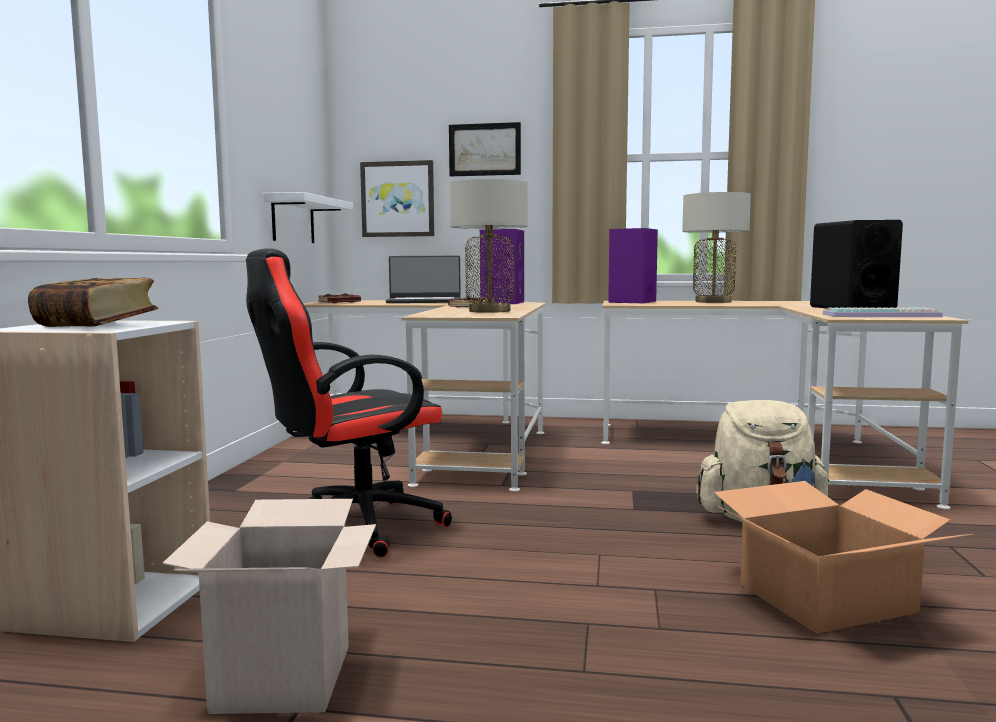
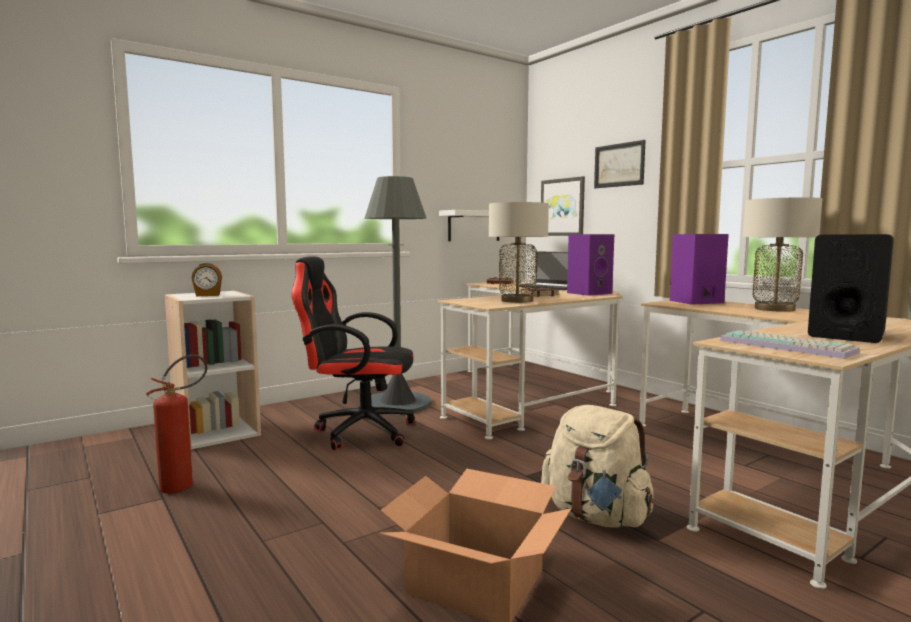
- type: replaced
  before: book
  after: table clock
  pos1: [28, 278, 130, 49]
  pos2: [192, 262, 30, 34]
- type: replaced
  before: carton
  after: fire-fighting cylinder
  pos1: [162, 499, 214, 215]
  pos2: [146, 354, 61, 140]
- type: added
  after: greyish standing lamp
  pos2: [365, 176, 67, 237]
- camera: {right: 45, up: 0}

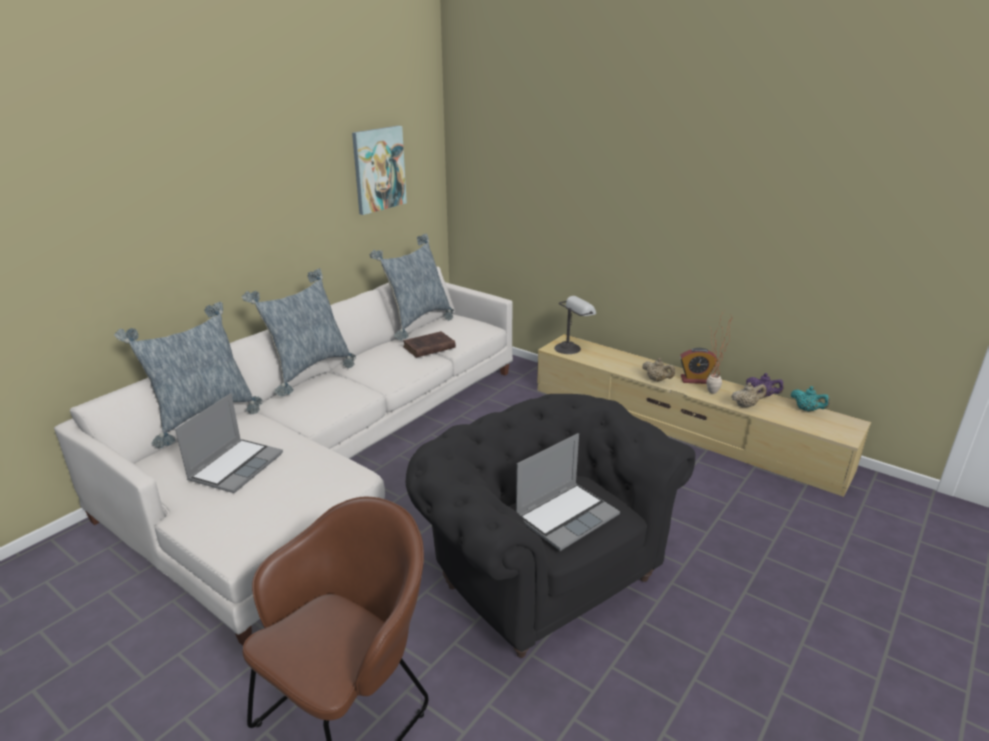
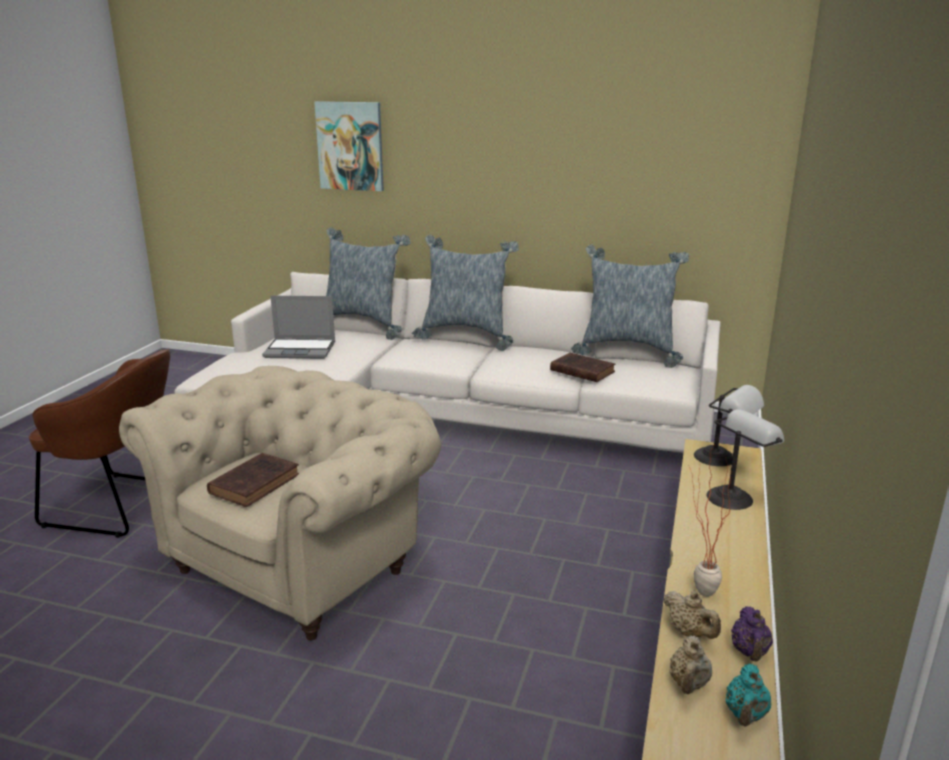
- type: moved
  before: wall art
  pos1: [352, 126, 55, 89]
  pos2: [314, 101, 70, 90]
- type: removed
  before: table clock
  pos1: [680, 348, 38, 36]
- type: moved
  before: beige tea pot
  pos1: [642, 358, 33, 23]
  pos2: [669, 635, 43, 59]
- type: recoloured
  before: black easy chair
  after: beige easy chair
  pos1: [406, 394, 289, 264]
  pos2: [119, 366, 322, 274]
- type: replaced
  before: portable computer
  after: brownish book
  pos1: [516, 433, 104, 118]
  pos2: [207, 453, 92, 54]
- type: added
  after: tabletop lamp
  pos2: [707, 409, 77, 101]
- camera: {right: 70, up: -5}

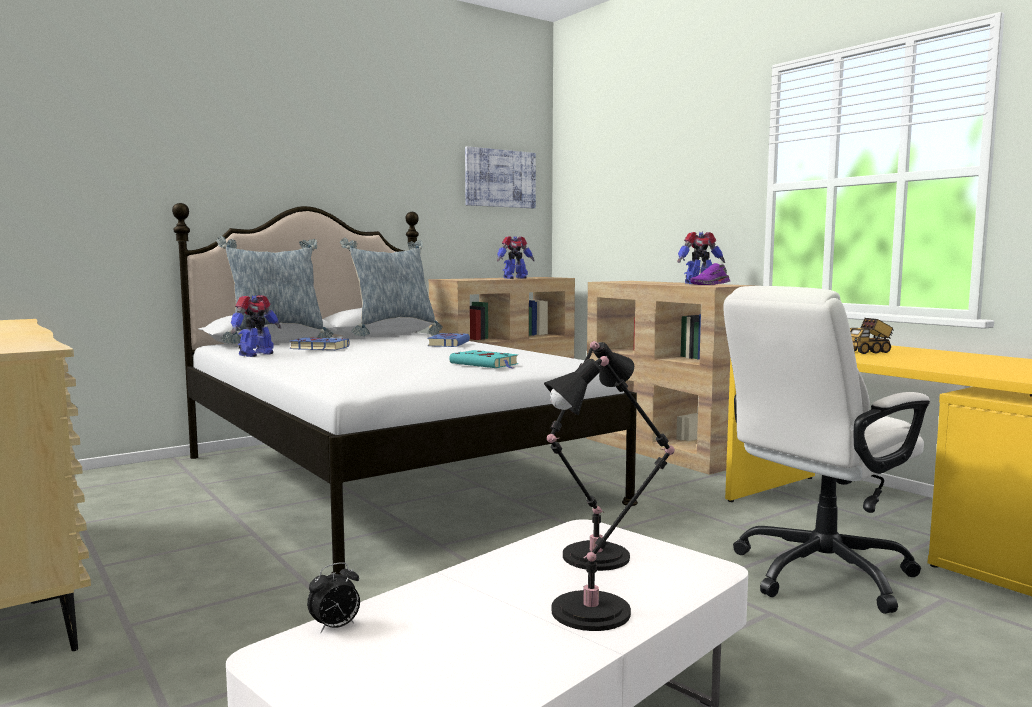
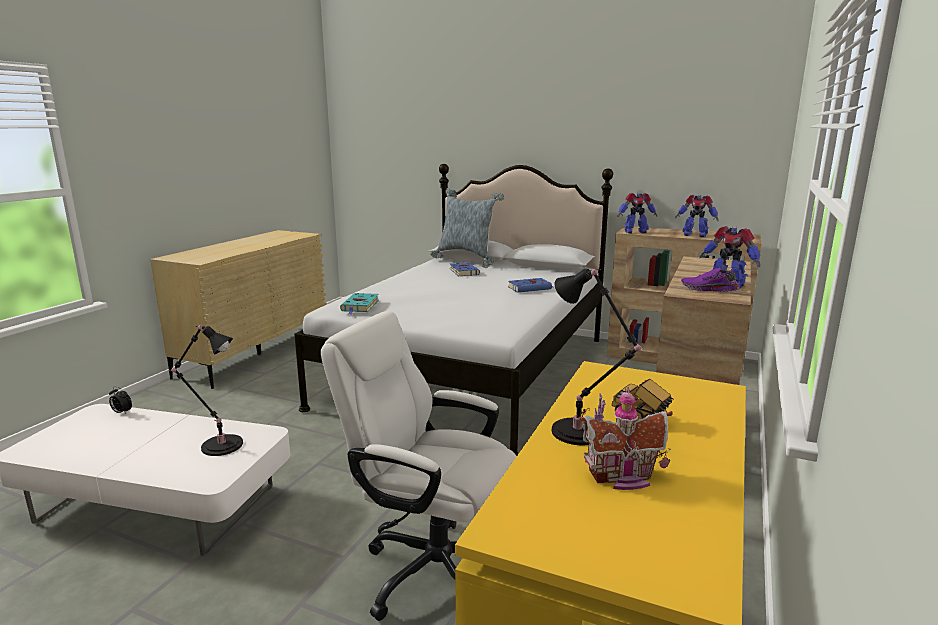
- type: removed
  before: wall art
  pos1: [465, 146, 71, 62]
- type: removed
  before: throw pillow
  pos1: [340, 238, 103, 98]
- type: moved
  before: robot figure
  pos1: [231, 295, 50, 62]
  pos2: [617, 193, 40, 40]
- type: moved
  before: turquoise book
  pos1: [449, 350, 69, 18]
  pos2: [340, 293, 39, 22]
- type: moved
  before: black tabletop lamp
  pos1: [544, 356, 131, 275]
  pos2: [552, 269, 92, 176]
- type: added
  after: toy house
  pos2: [578, 387, 95, 103]
- camera: {right: 60, up: 10}

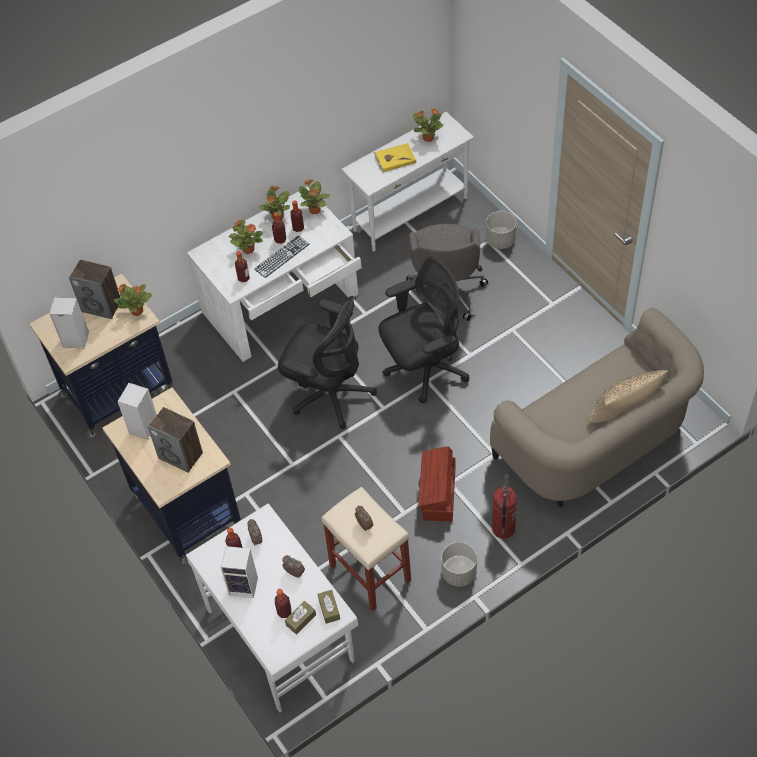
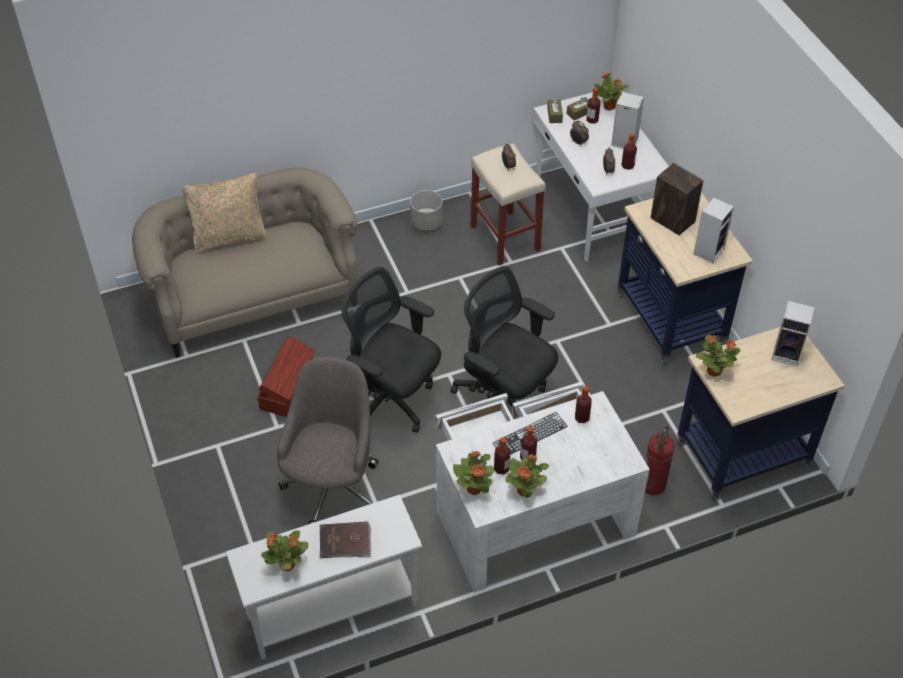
- type: recoloured
  before: yellow-coloured book
  after: brownish book
  pos1: [374, 143, 42, 29]
  pos2: [320, 521, 51, 37]
- type: removed
  before: greyish planter
  pos1: [486, 211, 30, 38]
- type: moved
  before: potted plant
  pos1: [229, 219, 34, 35]
  pos2: [594, 73, 34, 38]
- type: turned
  before: black computer chair
  pos1: [378, 256, 91, 147]
  pos2: [342, 267, 99, 166]
  turn: 45
- type: removed
  before: speaker
  pos1: [69, 260, 52, 59]
- type: moved
  before: brownish storage bin
  pos1: [418, 446, 38, 76]
  pos2: [258, 336, 57, 81]
- type: moved
  before: fire-fighting cylinder
  pos1: [492, 474, 25, 65]
  pos2: [645, 426, 30, 69]
- camera: {right: -170, up: -5}

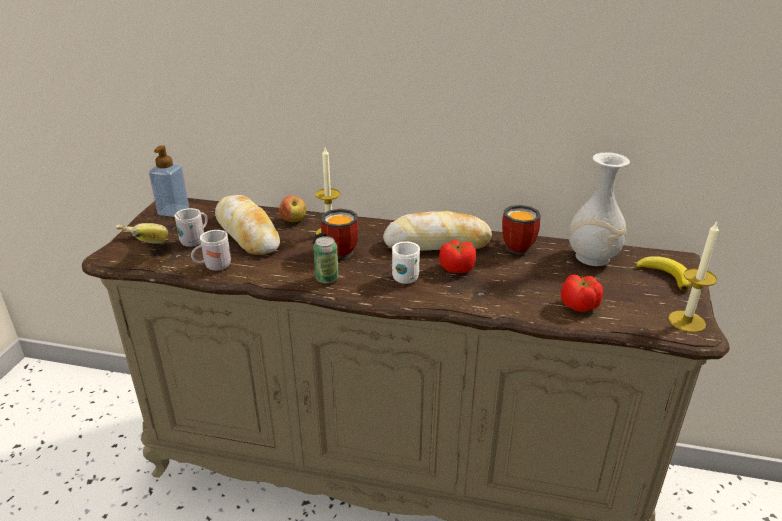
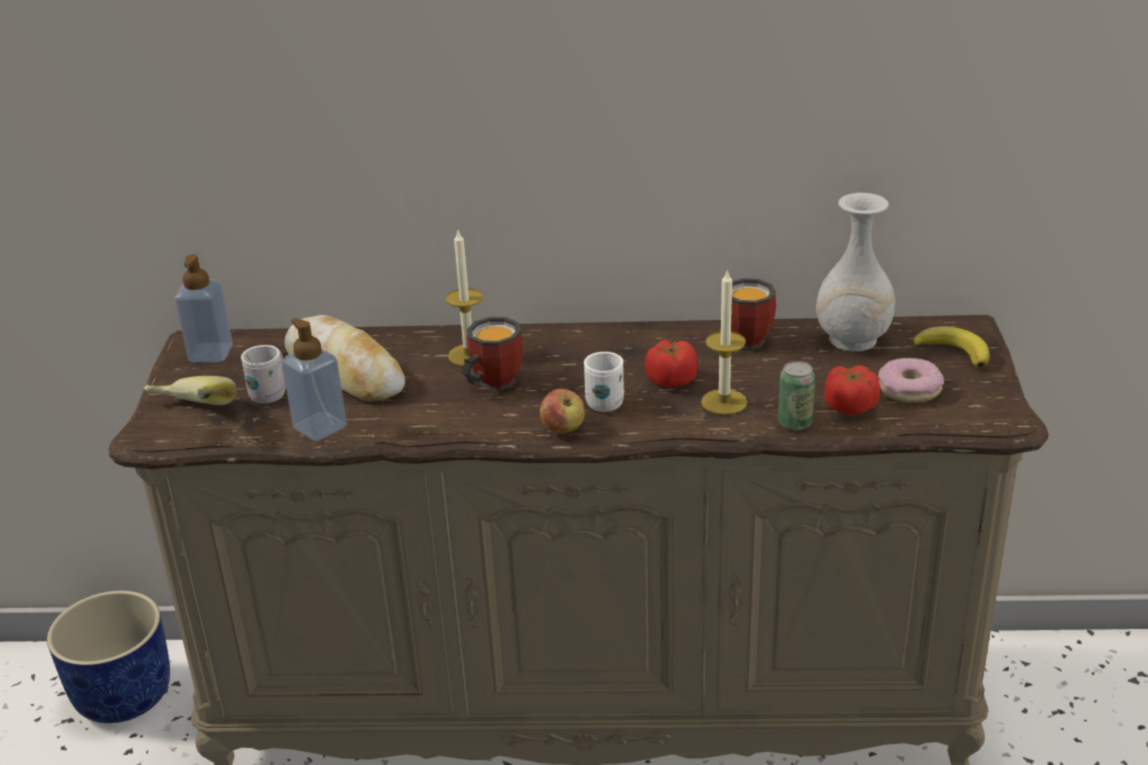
- type: moved
  before: apple
  pos1: [279, 196, 27, 26]
  pos2: [540, 389, 45, 45]
- type: removed
  before: baked bread
  pos1: [383, 211, 109, 40]
- type: moved
  before: candle
  pos1: [668, 222, 51, 111]
  pos2: [701, 269, 46, 146]
- type: replaced
  before: whitish coffee mug
  after: soap bottle
  pos1: [191, 224, 40, 47]
  pos2: [282, 318, 65, 123]
- type: moved
  before: metal can
  pos1: [313, 236, 26, 48]
  pos2: [778, 361, 37, 69]
- type: added
  after: ring doughnut
  pos2: [878, 358, 66, 45]
- type: added
  after: blue planter
  pos2: [47, 591, 123, 132]
- camera: {right: -10, up: 0}

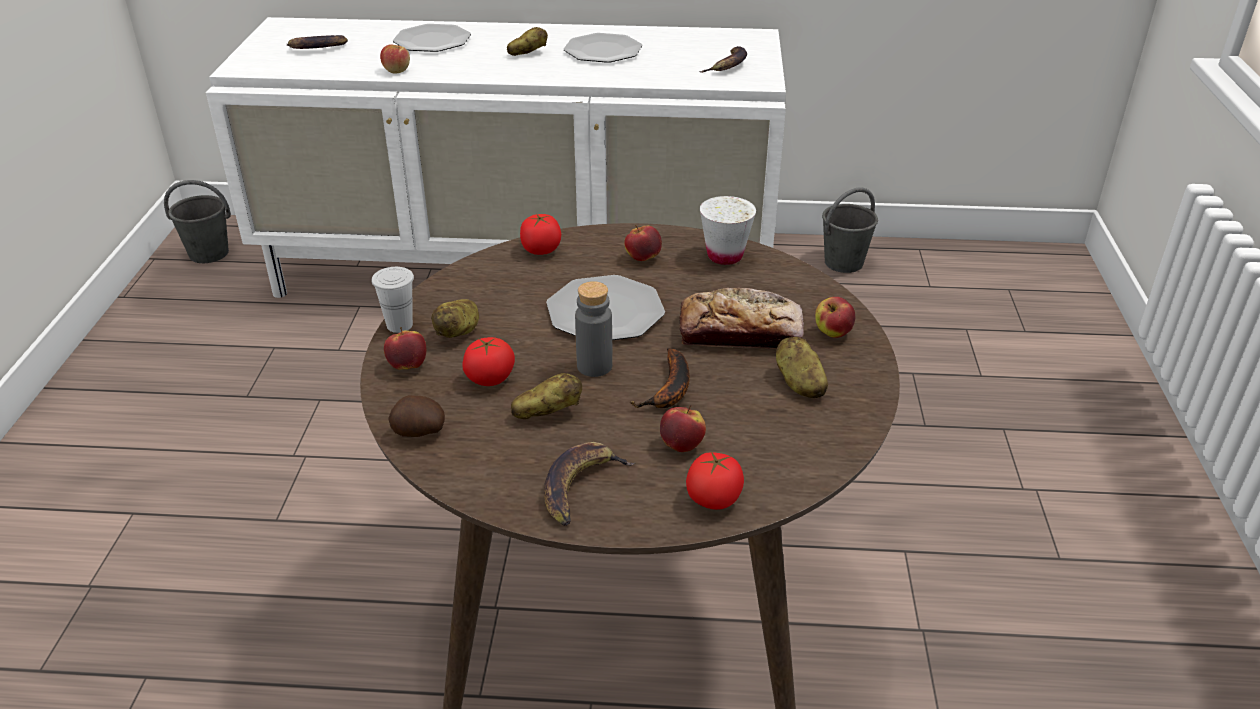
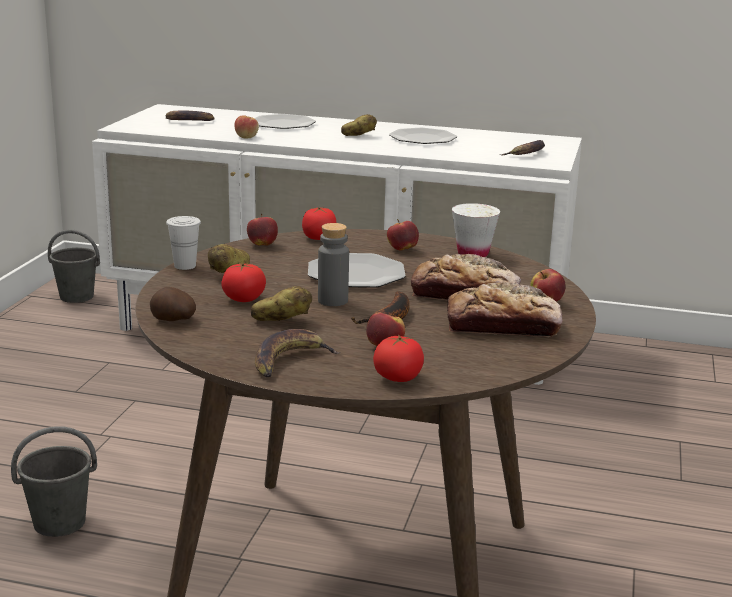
- type: moved
  before: greyish pail
  pos1: [822, 187, 56, 86]
  pos2: [11, 426, 86, 111]
- type: moved
  before: apple
  pos1: [384, 327, 43, 43]
  pos2: [247, 214, 31, 32]
- type: replaced
  before: spud
  after: baked bread
  pos1: [776, 337, 52, 61]
  pos2: [447, 282, 115, 55]
- camera: {right: 10, up: -15}

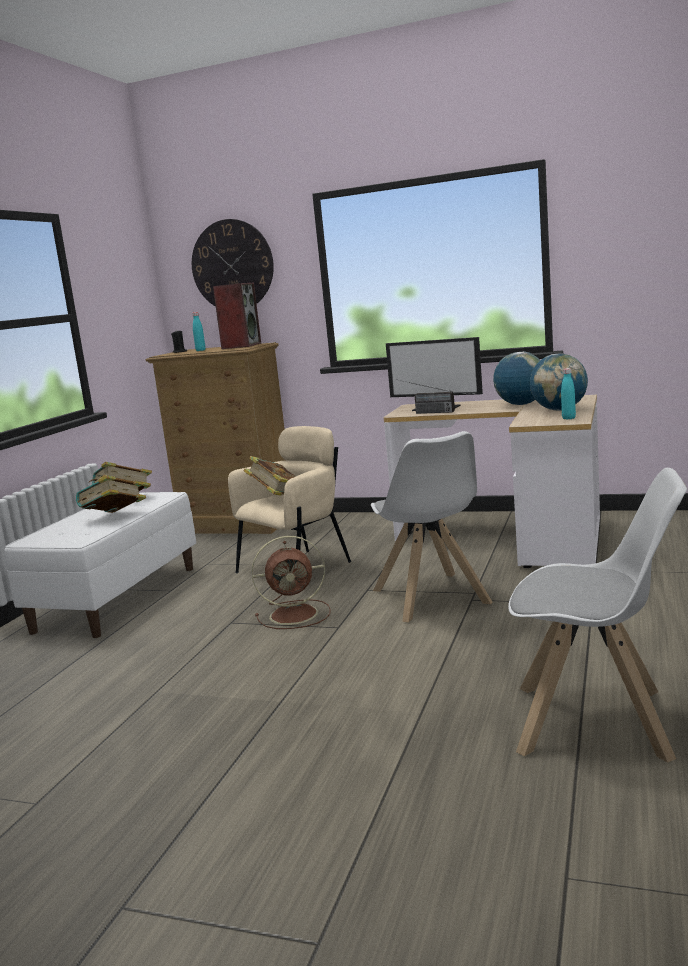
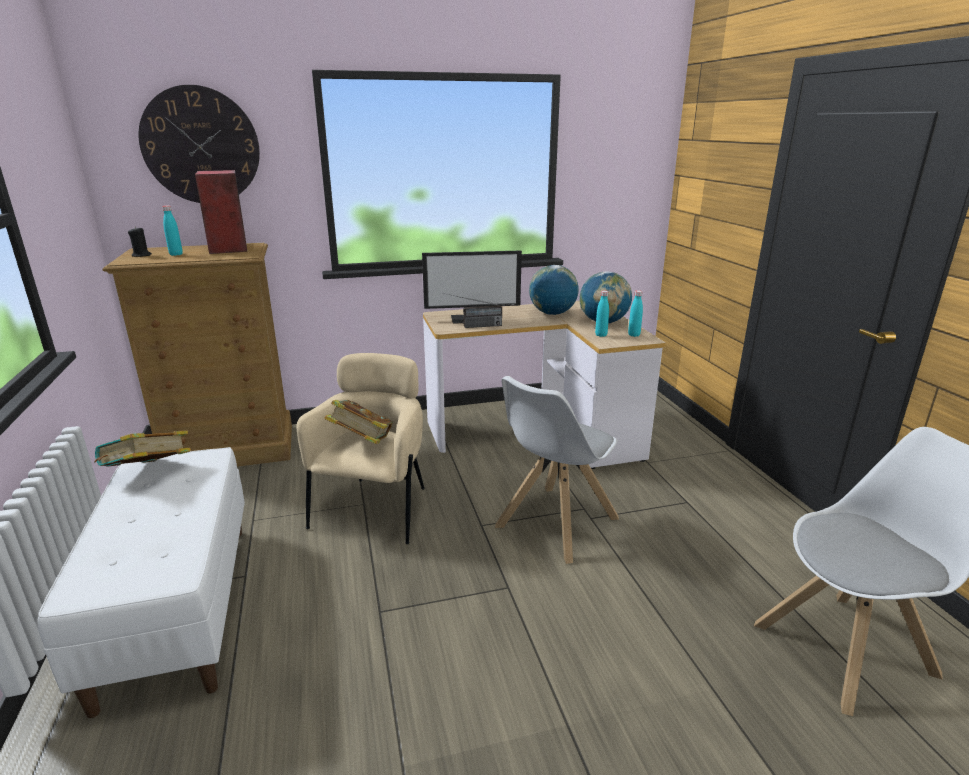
- type: turned
  before: plain chair
  pos1: [371, 431, 121, 191]
  pos2: [495, 376, 124, 188]
  turn: 90
- type: removed
  before: book
  pos1: [76, 475, 70, 38]
- type: removed
  before: brownish fan
  pos1: [252, 536, 79, 93]
- type: added
  after: turquoise bottle
  pos2: [595, 291, 14, 46]
- camera: {right: -35, up: 10}

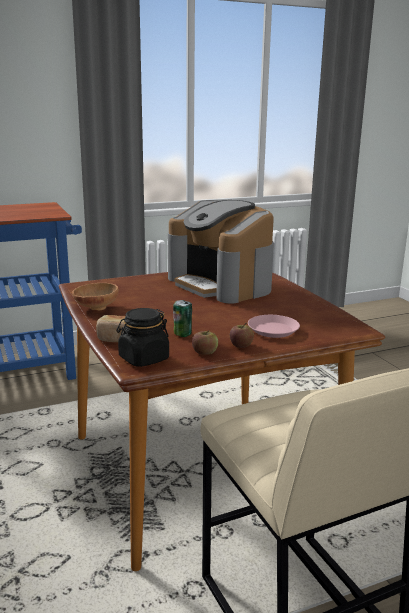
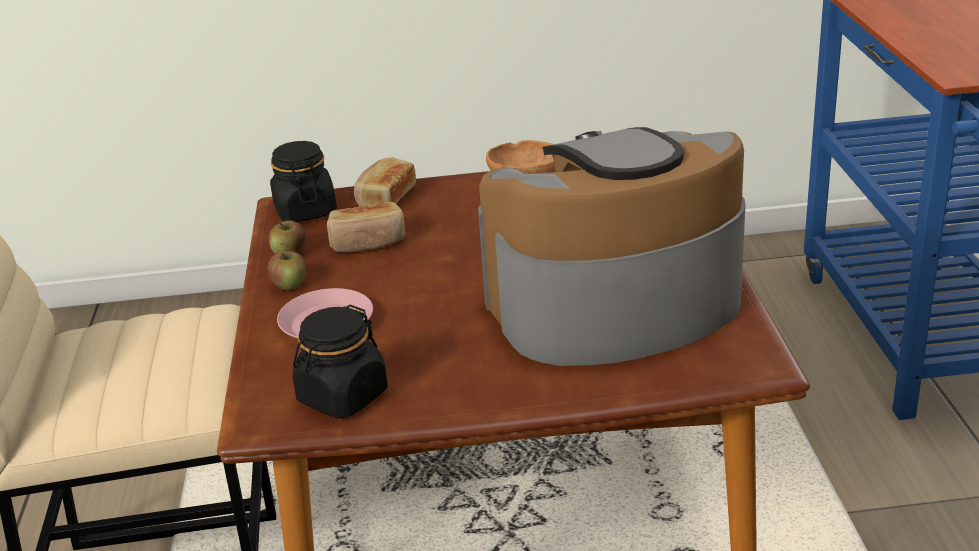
- type: replaced
  before: metal can
  after: baked bread
  pos1: [173, 300, 19, 37]
  pos2: [327, 202, 78, 51]
- type: added
  after: black jar
  pos2: [293, 305, 95, 113]
- camera: {right: 110, up: 10}

